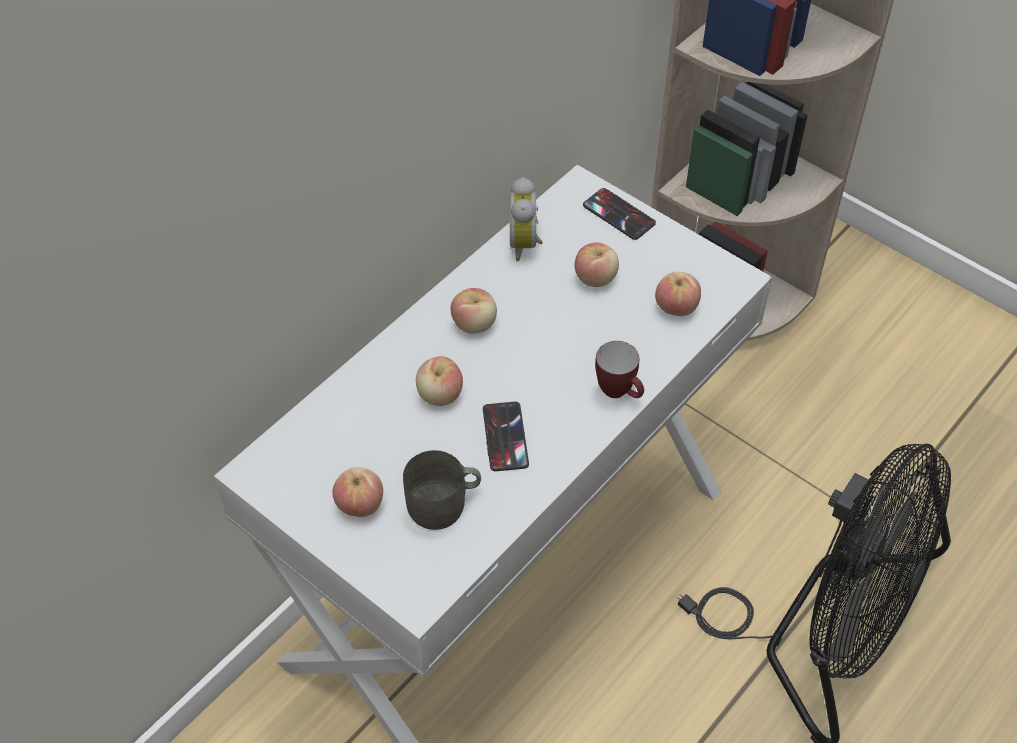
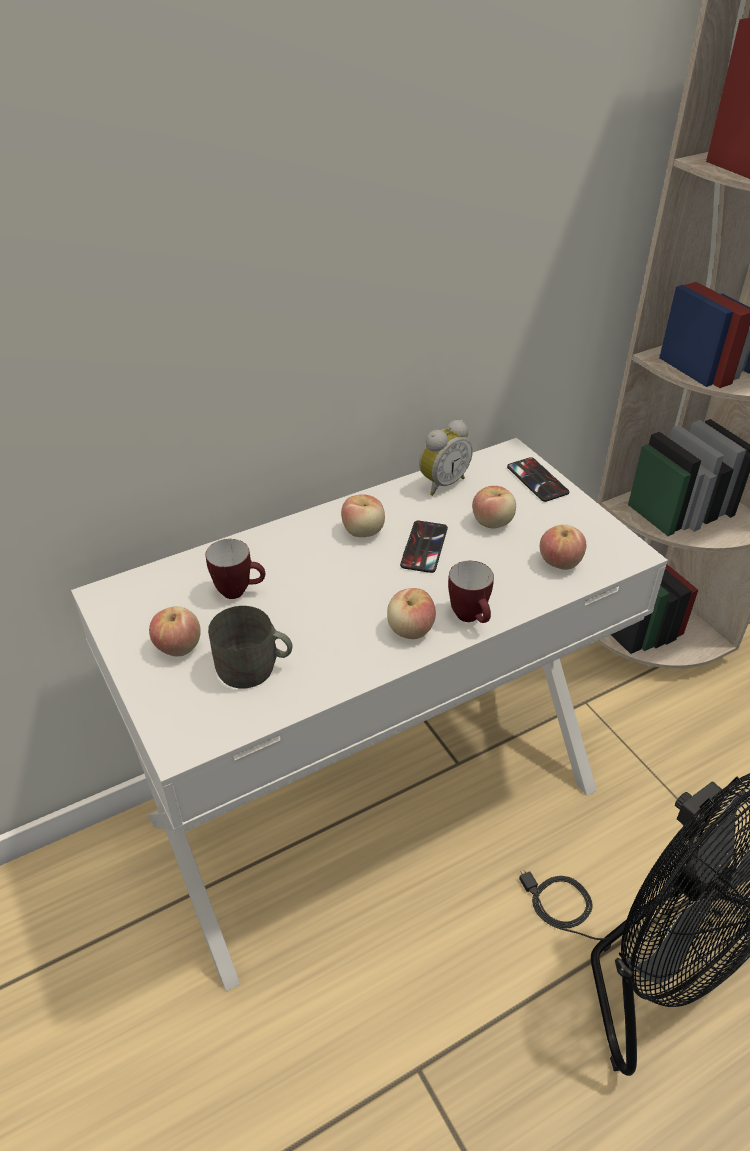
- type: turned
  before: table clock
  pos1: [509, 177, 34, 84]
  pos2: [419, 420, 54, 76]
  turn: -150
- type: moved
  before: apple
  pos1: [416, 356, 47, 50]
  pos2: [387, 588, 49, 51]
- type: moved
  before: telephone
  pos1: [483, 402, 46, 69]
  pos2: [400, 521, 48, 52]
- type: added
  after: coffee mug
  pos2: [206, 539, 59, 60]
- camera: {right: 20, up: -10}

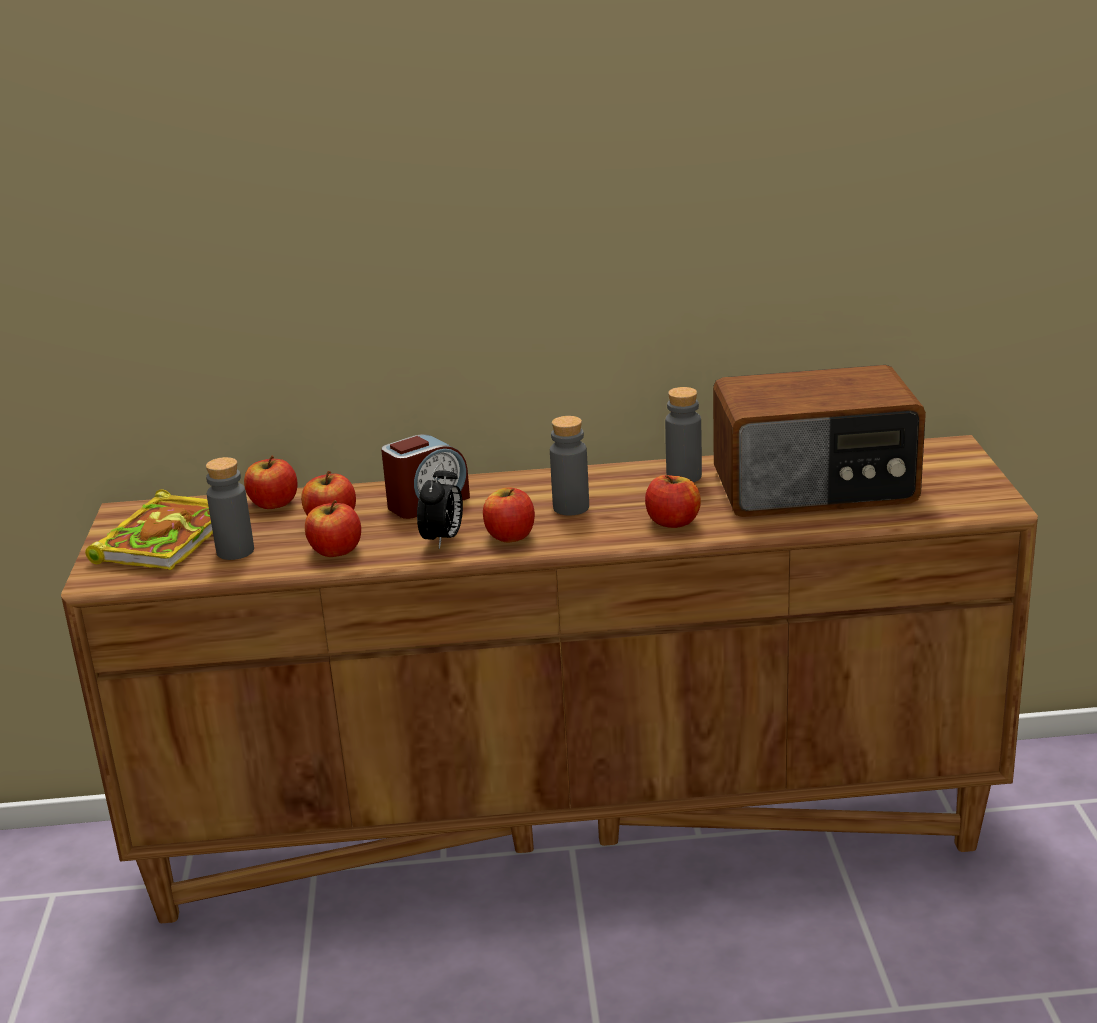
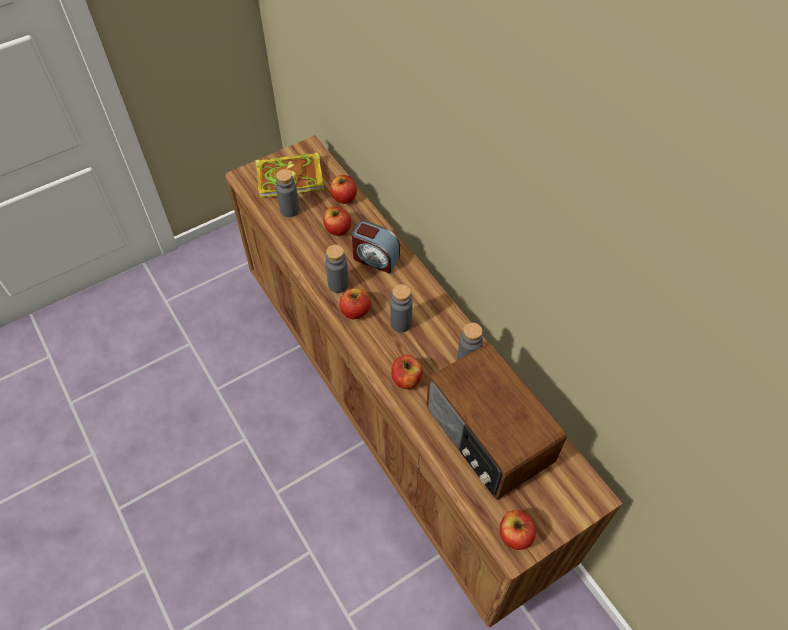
- type: replaced
  before: table clock
  after: greyish bottle
  pos1: [417, 463, 46, 86]
  pos2: [325, 245, 24, 48]
- type: moved
  before: apple
  pos1: [305, 500, 56, 57]
  pos2: [500, 510, 36, 40]
- camera: {right: 60, up: 30}

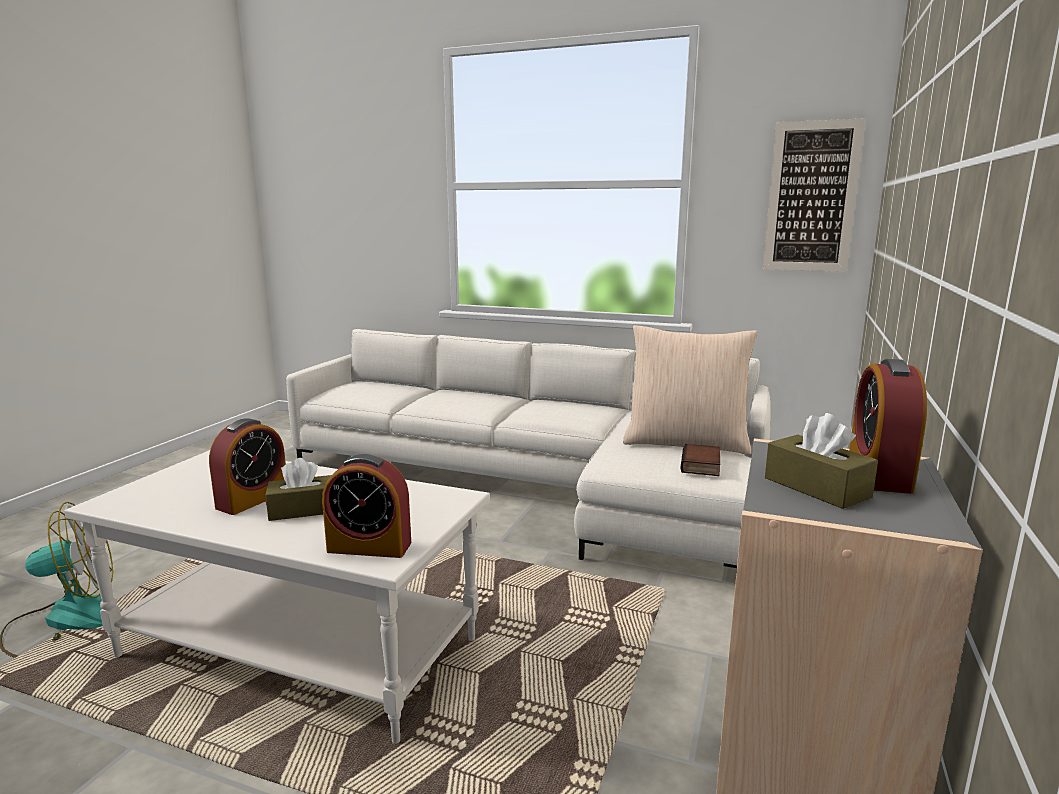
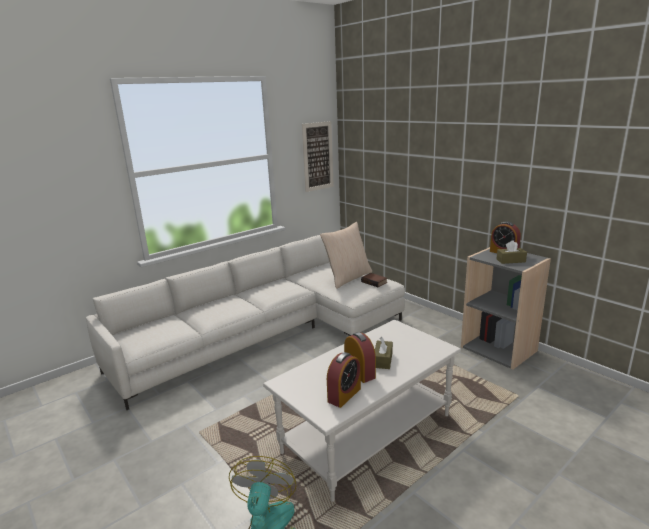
- type: moved
  before: table clock
  pos1: [322, 454, 89, 104]
  pos2: [327, 352, 34, 56]
- camera: {right: -60, up: 5}

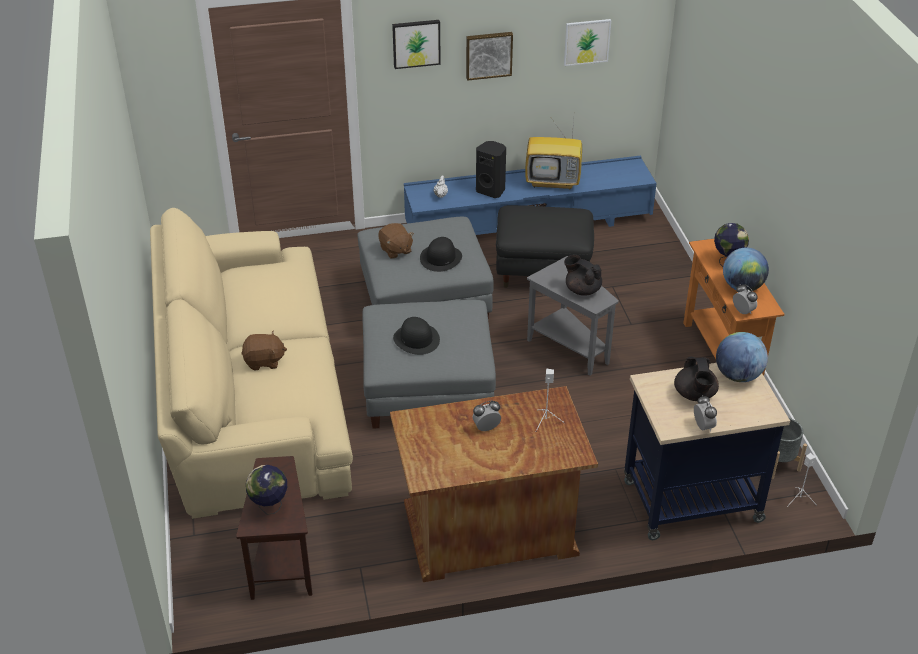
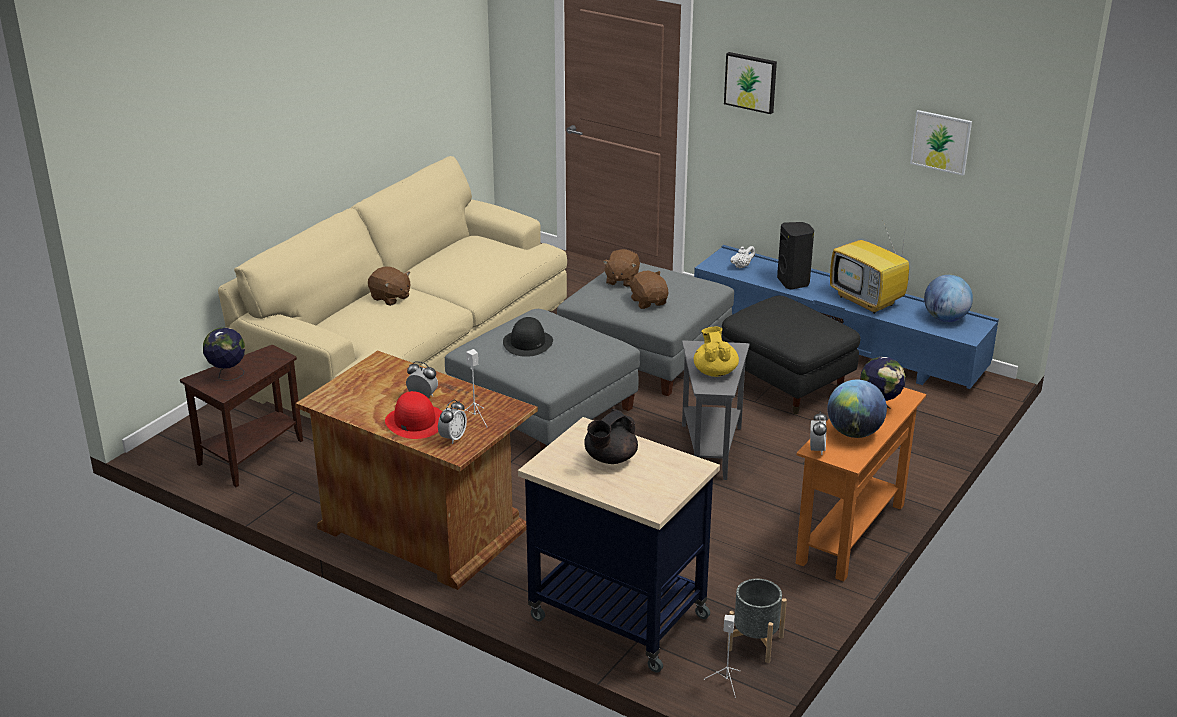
- type: removed
  before: wall art
  pos1: [466, 32, 47, 49]
- type: replaced
  before: black hat
  after: brownish soft toy
  pos1: [420, 237, 42, 35]
  pos2: [628, 271, 40, 38]
- type: recoloured
  before: black tea pot
  after: yellow-coloured tea pot
  pos1: [564, 255, 38, 41]
  pos2: [694, 327, 45, 50]
- type: moved
  before: desk globe
  pos1: [716, 332, 52, 50]
  pos2: [924, 275, 49, 47]
- type: moved
  before: table clock
  pos1: [694, 395, 23, 36]
  pos2: [438, 400, 29, 44]
- type: added
  after: red-coloured hat
  pos2: [385, 391, 57, 48]
- camera: {right: 45, up: -10}

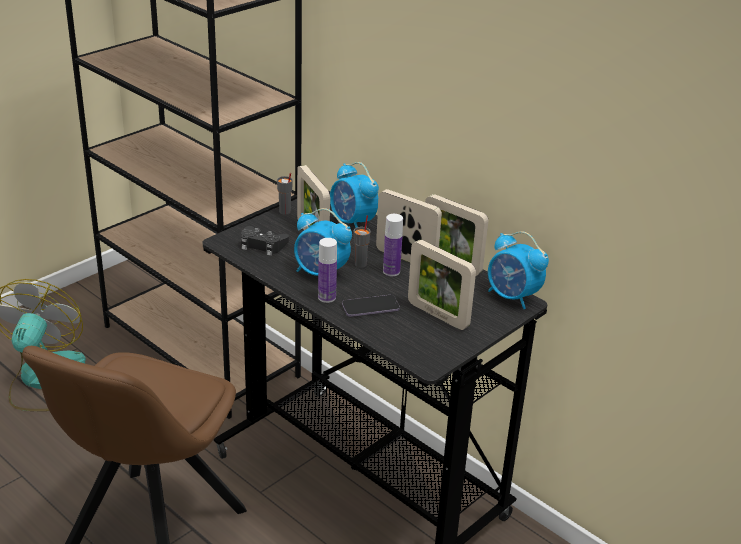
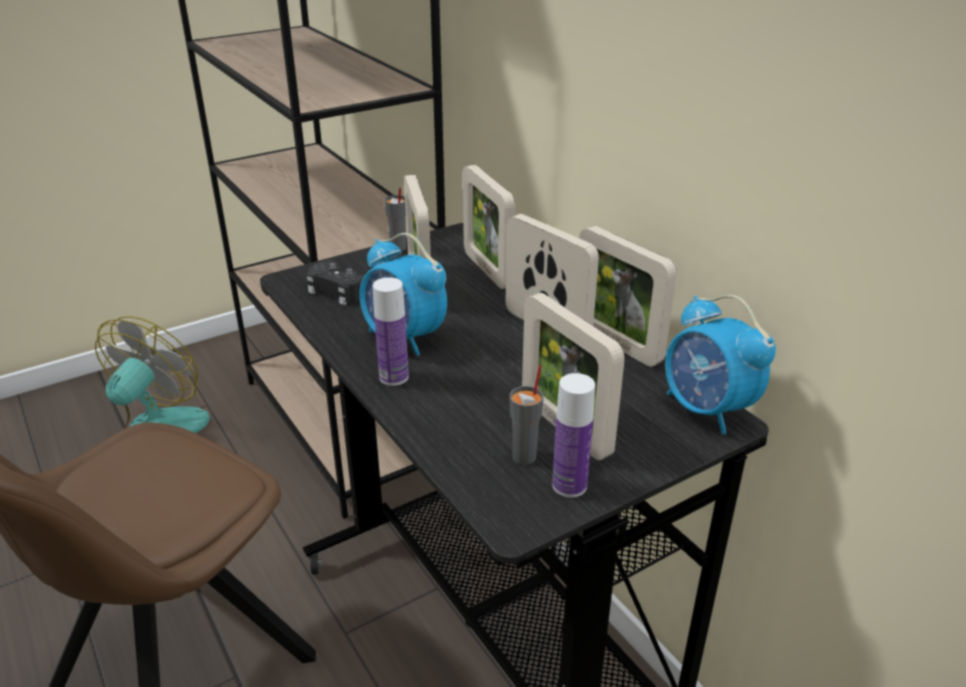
- type: replaced
  before: table clock
  after: picture frame
  pos1: [330, 162, 49, 66]
  pos2: [463, 165, 52, 124]
- type: moved
  before: bottle
  pos1: [383, 214, 20, 62]
  pos2: [552, 373, 43, 125]
- type: moved
  before: greyish drinking cup
  pos1: [354, 215, 16, 53]
  pos2: [509, 365, 35, 100]
- type: removed
  before: telephone
  pos1: [342, 295, 58, 22]
- camera: {right: 15, up: 0}

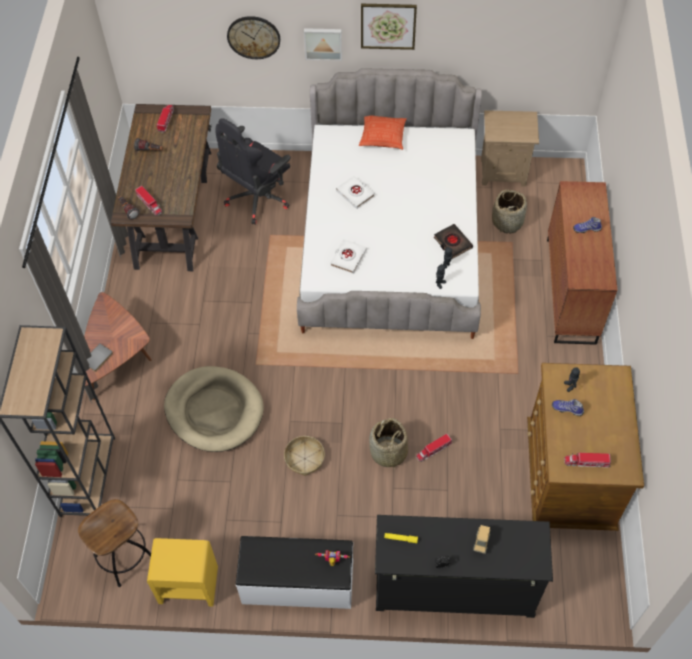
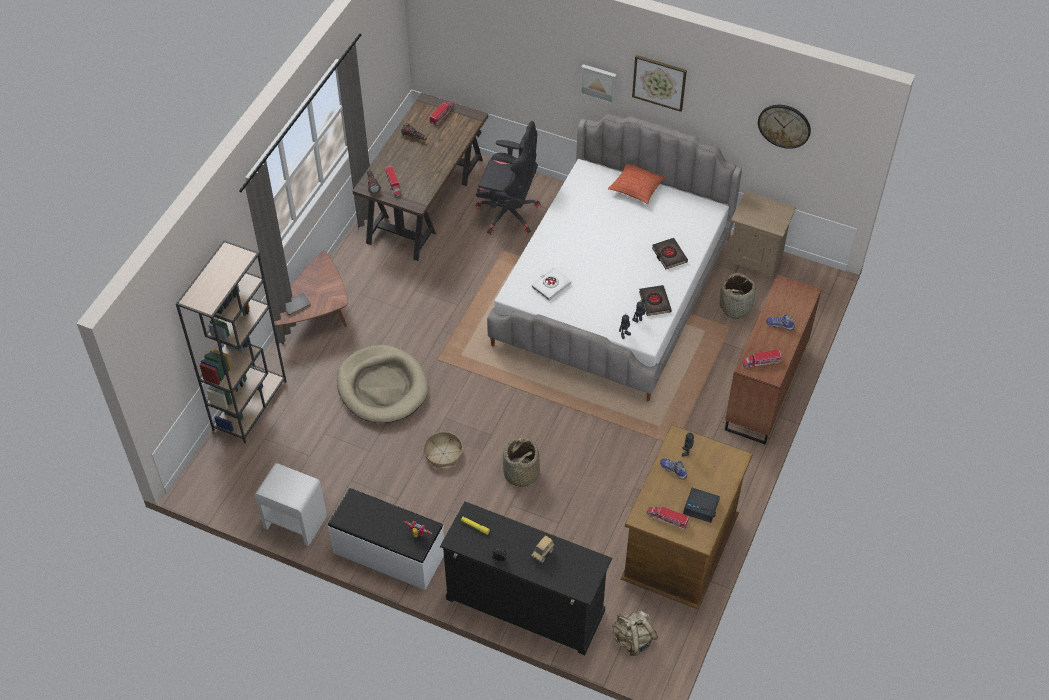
- type: moved
  before: hanging clock
  pos1: [227, 16, 53, 43]
  pos2: [758, 105, 53, 44]
- type: turned
  before: black computer chair
  pos1: [215, 118, 76, 106]
  pos2: [475, 121, 66, 114]
  turn: -135
- type: removed
  before: whitish book
  pos1: [336, 176, 39, 33]
- type: moved
  before: toy lorry
  pos1: [416, 434, 36, 28]
  pos2: [742, 350, 40, 18]
- type: removed
  before: brownish stool seat
  pos1: [78, 499, 73, 88]
- type: recoloured
  before: yellow-coloured bedside table
  after: whitish bedside table
  pos1: [147, 538, 71, 69]
  pos2: [255, 463, 72, 83]
- type: added
  after: black book
  pos2: [652, 238, 36, 31]
- type: added
  after: table clock
  pos2: [683, 488, 37, 35]
- type: added
  after: beige knapsack
  pos2: [612, 611, 46, 45]
- camera: {right: 20, up: -5}

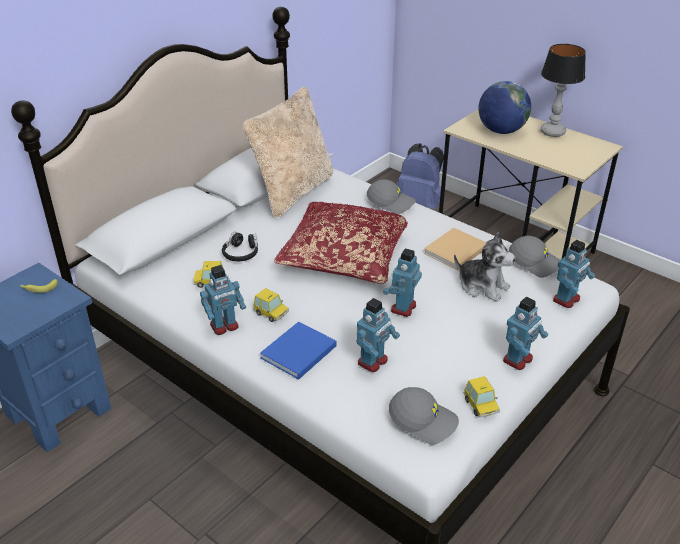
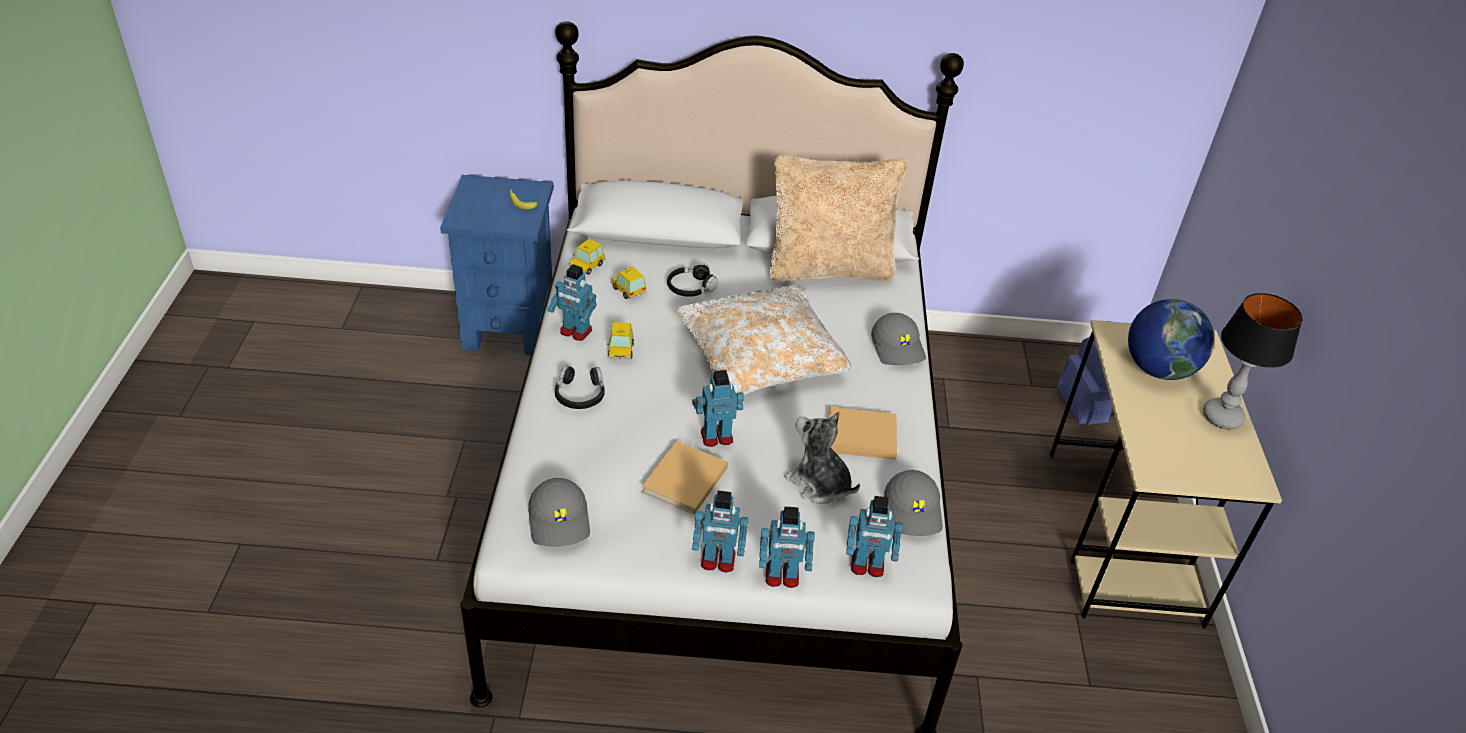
- type: recoloured
  before: red-coloured throw pillow
  after: whitish throw pillow
  pos1: [275, 202, 132, 82]
  pos2: [677, 285, 174, 111]
- type: turned
  before: soft toy
  pos1: [454, 232, 62, 70]
  pos2: [784, 412, 76, 92]
  turn: 135
- type: moved
  before: robot figure
  pos1: [356, 298, 44, 74]
  pos2: [759, 507, 56, 81]
- type: replaced
  before: blue book
  after: black headphones
  pos1: [260, 321, 76, 59]
  pos2: [555, 366, 50, 43]
- type: moved
  before: model car
  pos1: [464, 376, 36, 42]
  pos2: [569, 239, 36, 36]
- type: added
  after: beige book
  pos2: [641, 441, 87, 74]
- camera: {right: 50, up: 5}

